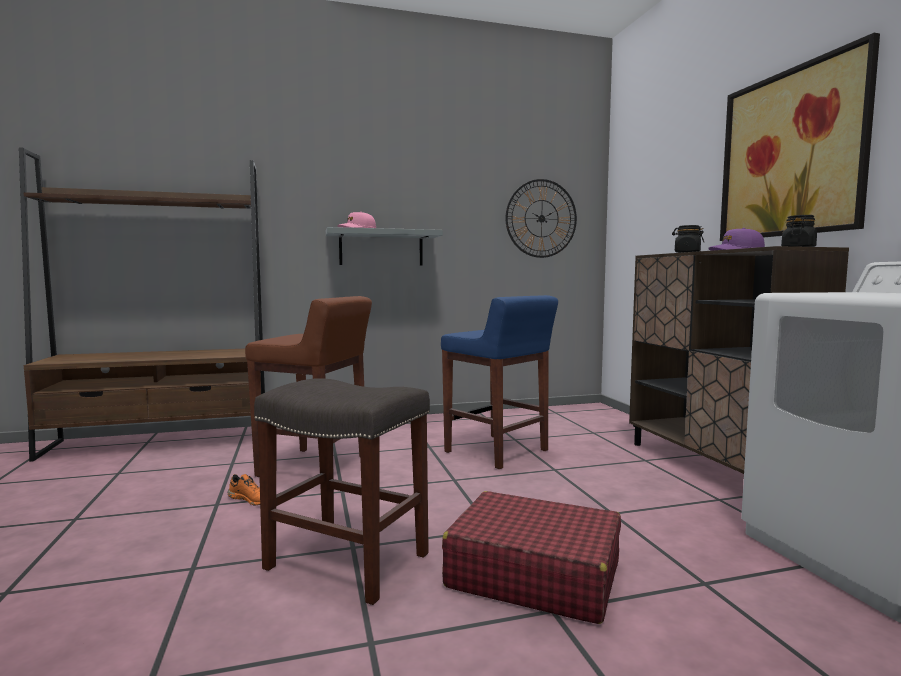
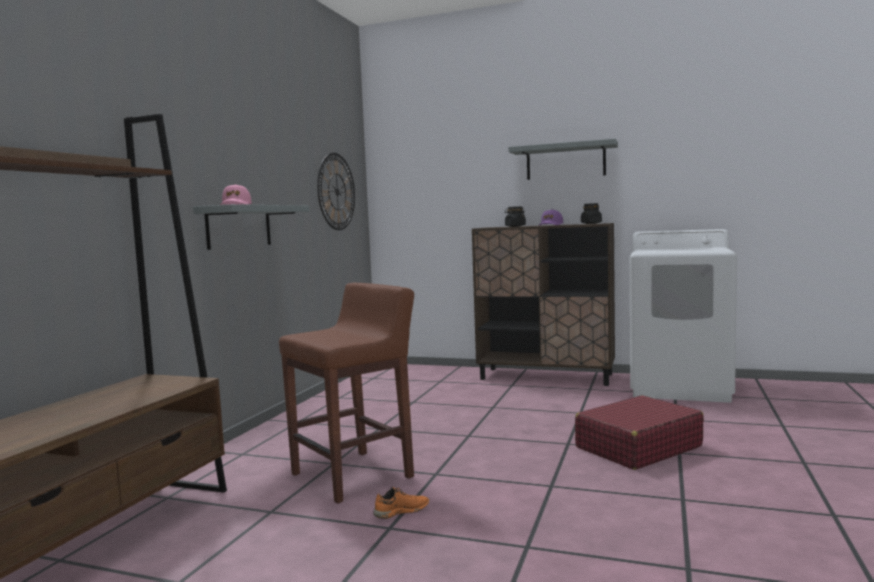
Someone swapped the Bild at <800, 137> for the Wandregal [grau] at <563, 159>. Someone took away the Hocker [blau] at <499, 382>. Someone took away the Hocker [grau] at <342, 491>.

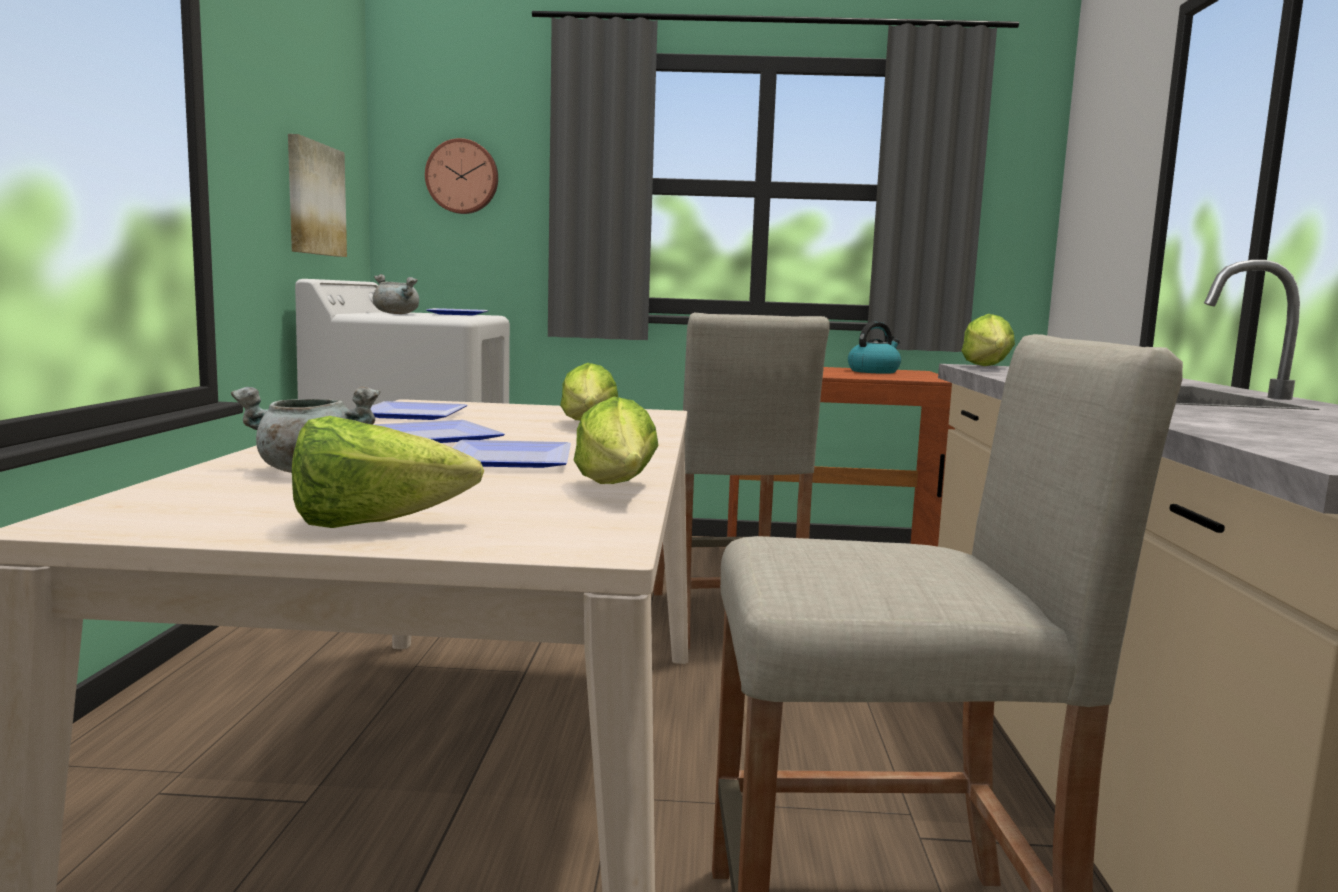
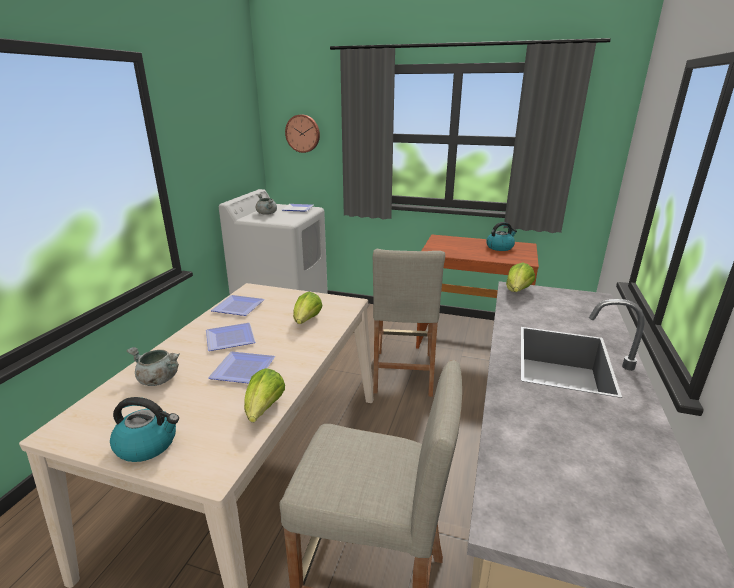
Someone took away the Bild at <317, 195>. Someone swapped the Salatkopf at <388, 472> for the Wasserkessel at <144, 429>.

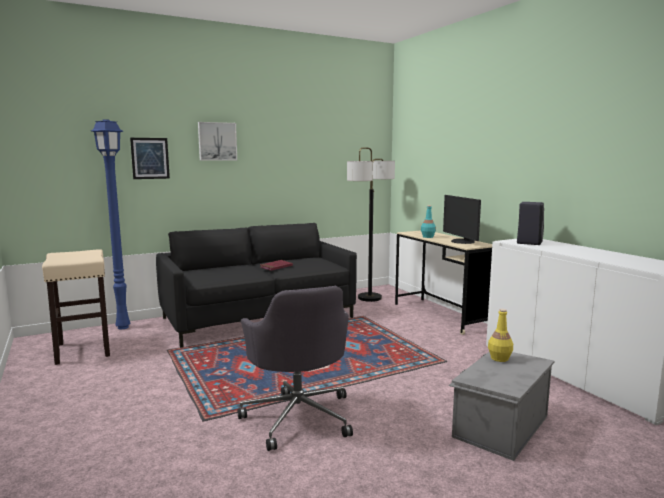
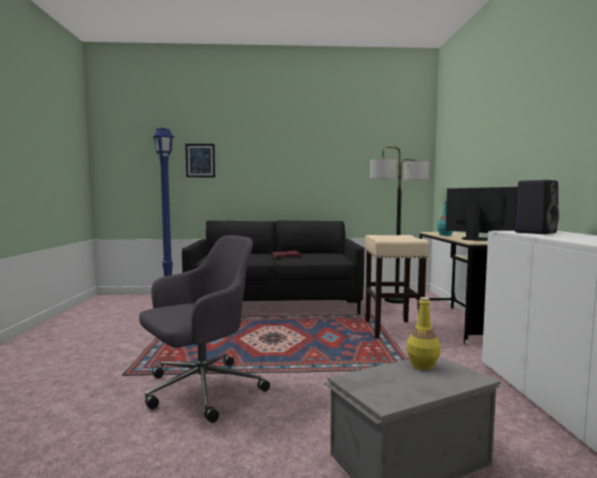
Someone took away the Bild at <217, 141>. Someone rotated the Monitor at <462, 219> by 135 degrees clockwise. Someone carried the Hocker [beige] from <76, 307> to <397, 287>. Someone rotated the Bürostuhl [grau] at <295, 368> by 135 degrees counterclockwise.

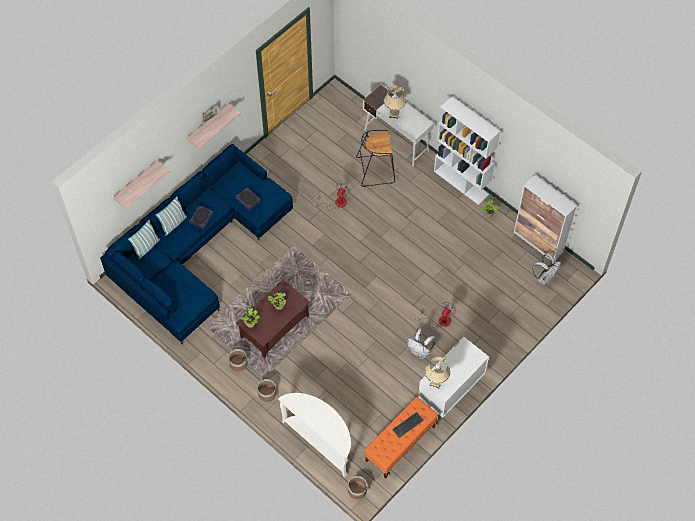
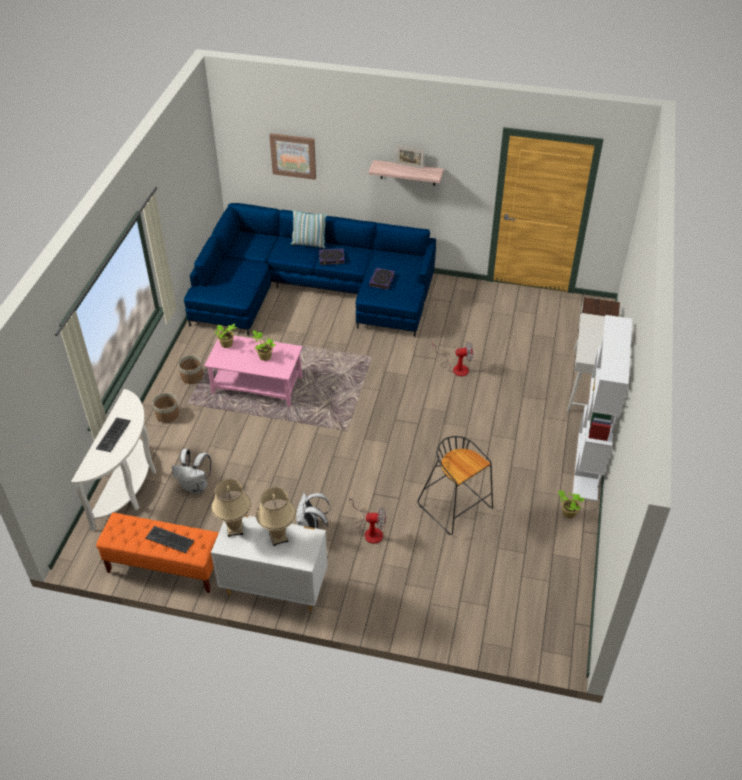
Someone carried the Tischlampe [beige] from <395, 102> to <276, 516>. Someone carried the Hocker [schwarz] from <375, 158> to <455, 485>. Someone swapped the Wandregal at <141, 184> for the Bild at <292, 156>. Someone took away the Schrank at <545, 217>. Someone took away the Kissen at <144, 240>. Someone carried the Rucksack [weiß] from <546, 269> to <191, 471>. Someone repainted the Couchtisch [braun] at <273, 319>, which became the Couchtisch [rosa] at <253, 371>. Someone took away the Pflanzkübel at <357, 487>. Someone put down the Tastatur at <113, 434>.

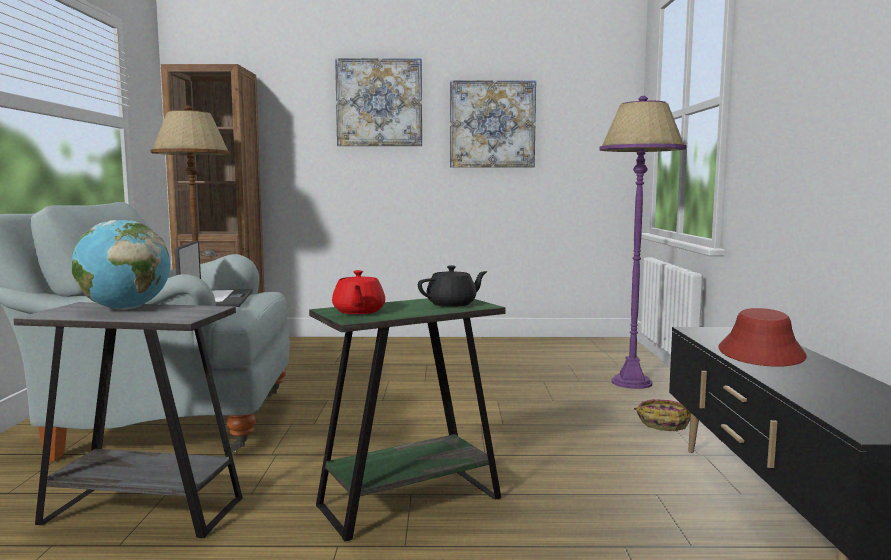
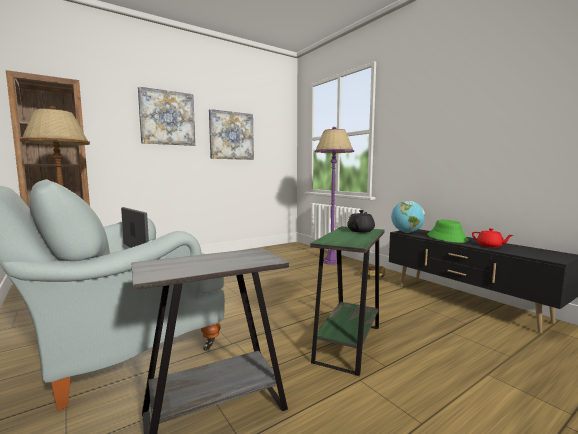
Someone carried the Globus from <121, 265> to <408, 217>. Someone carried the Teekanne [rot] from <358, 292> to <492, 238>. Someone repainted the Hut [rot] at <762, 337>, which became the Hut [grün] at <448, 231>.

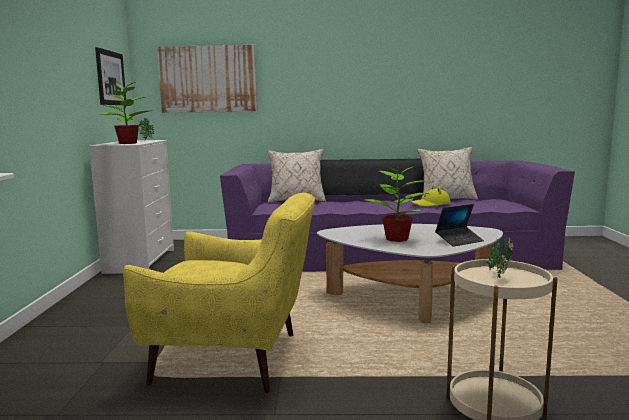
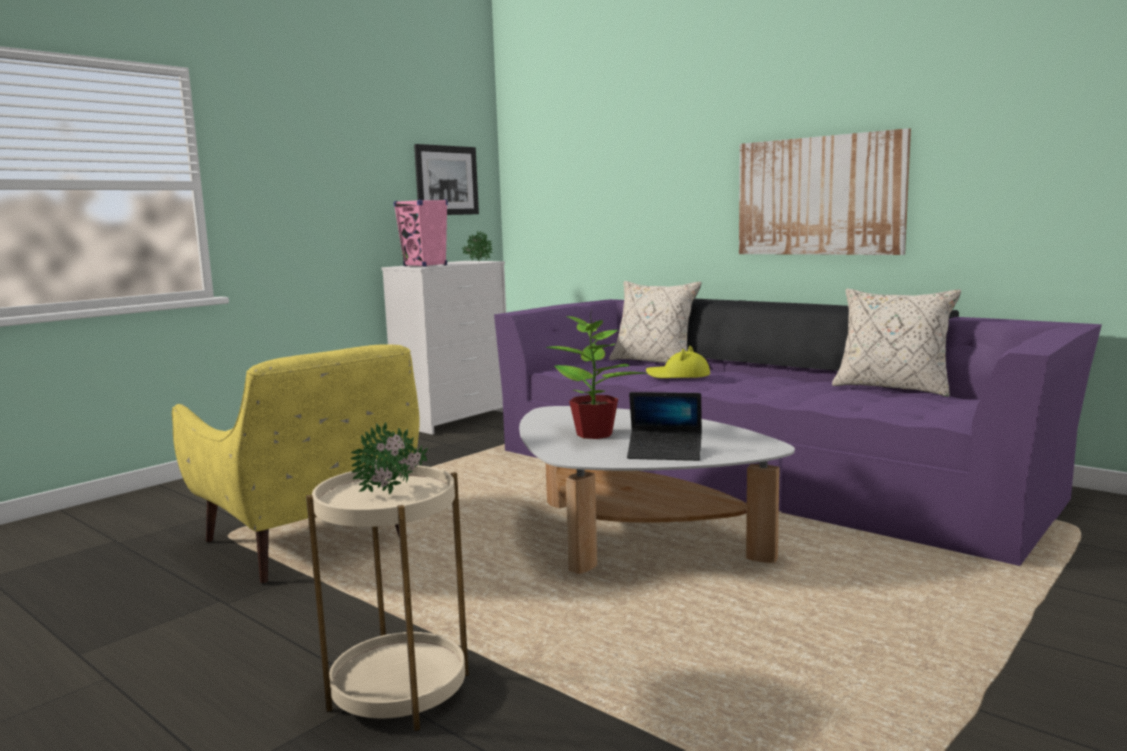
Someone carried the Bild from <207, 79> to <825, 191>. Someone swapped the Topfpflanze at <124, 112> for the Lautsprecher [rosa] at <421, 233>. Someone carried the Hut [gelb] from <431, 196> to <678, 362>.

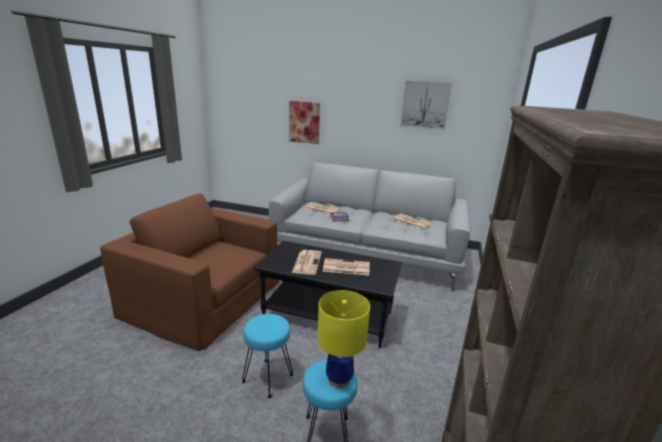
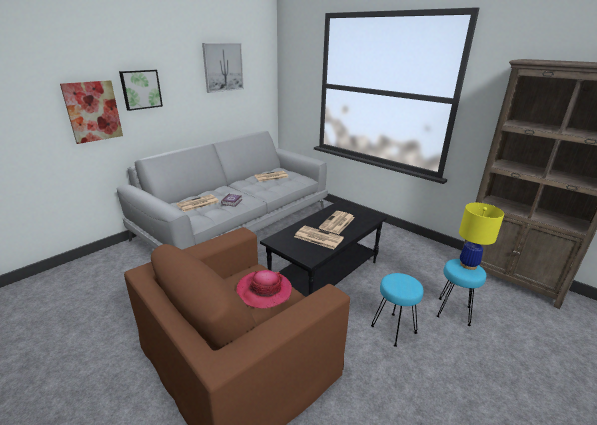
Someone put up the Bild at <141, 90>. Someone put down the Hut at <264, 289>.

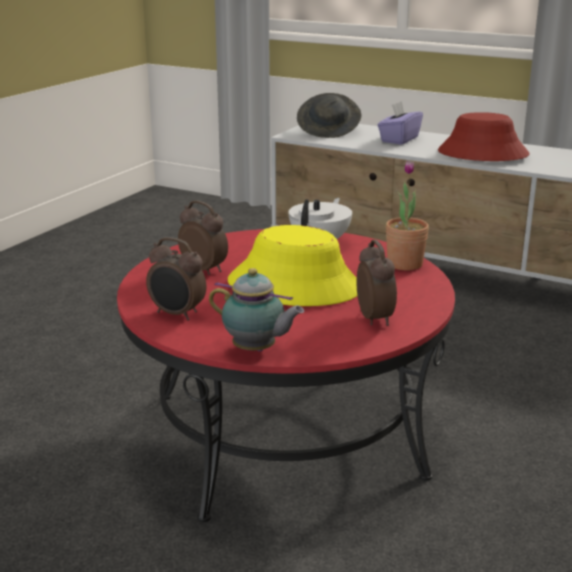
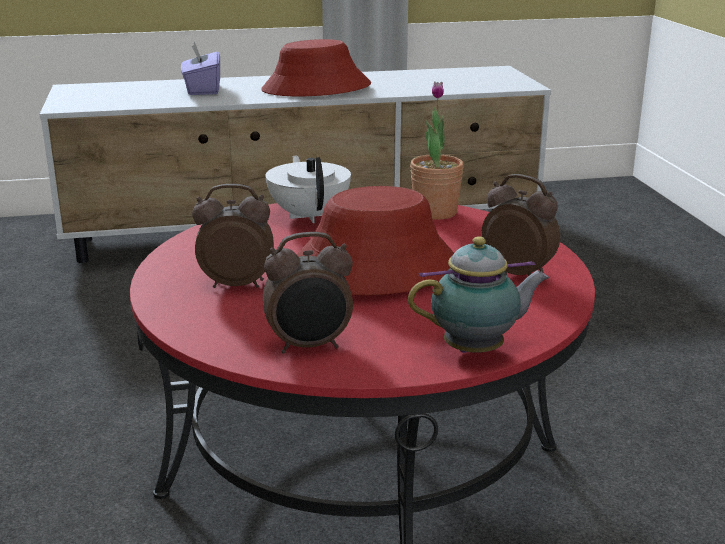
Someone took away the Hut [grau] at <329, 115>. Someone repainted the Hut [gelb] at <292, 265>, which became the Hut [rot] at <375, 240>.

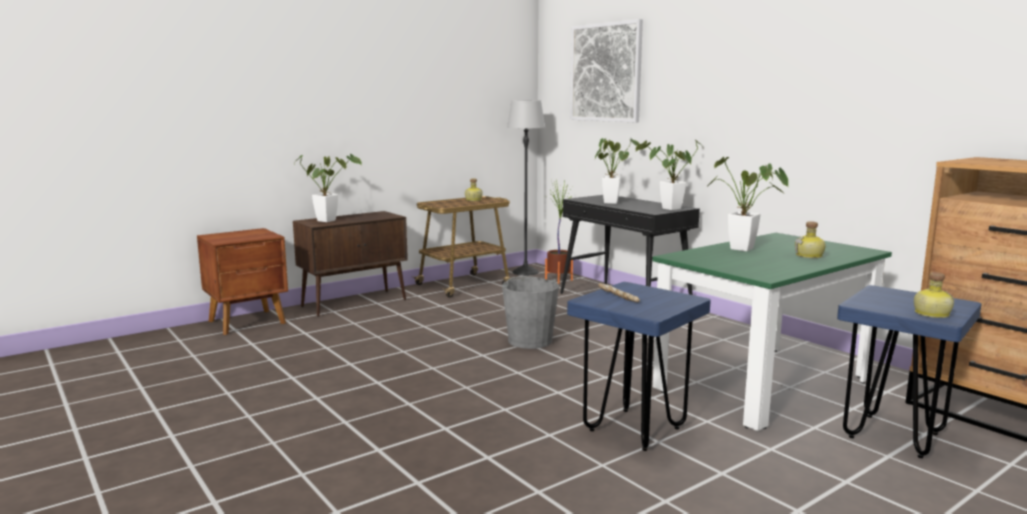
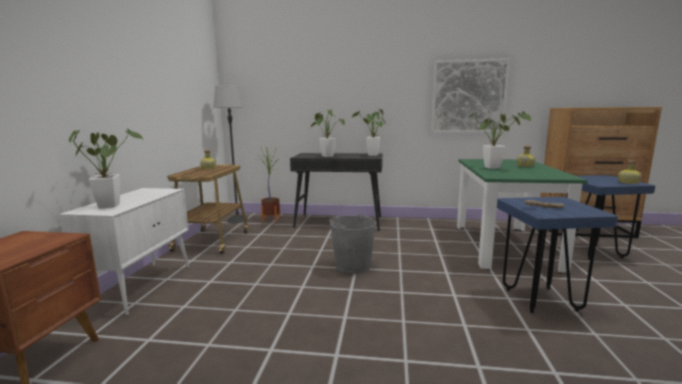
Someone carried the Bild from <606, 70> to <470, 95>. Someone repainted the Schrank [braun] at <350, 264>, which became the Schrank [weiß] at <124, 252>.

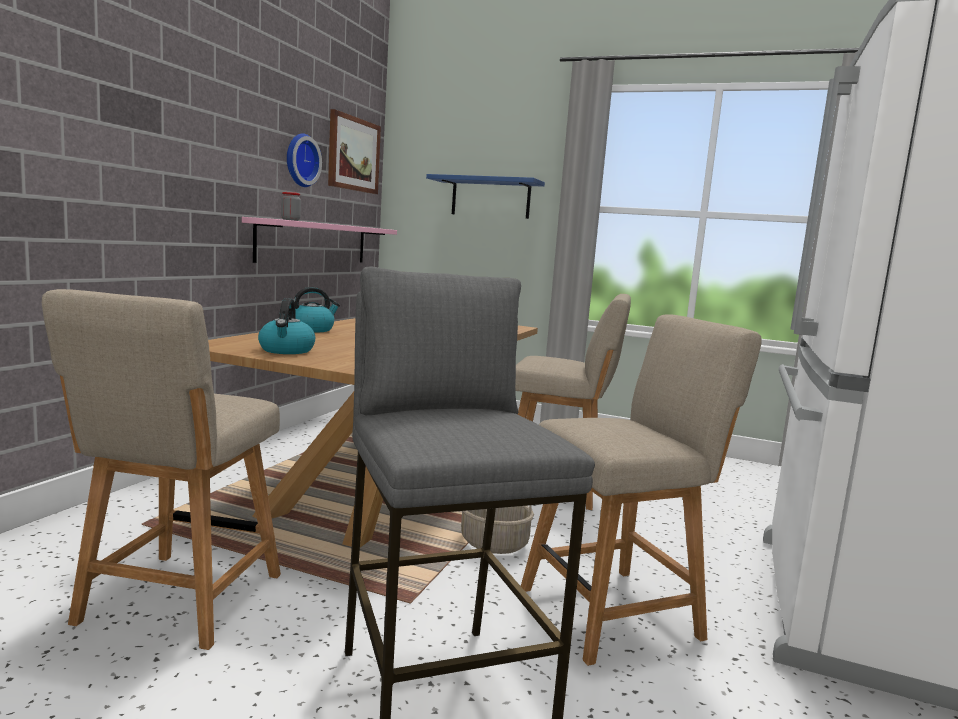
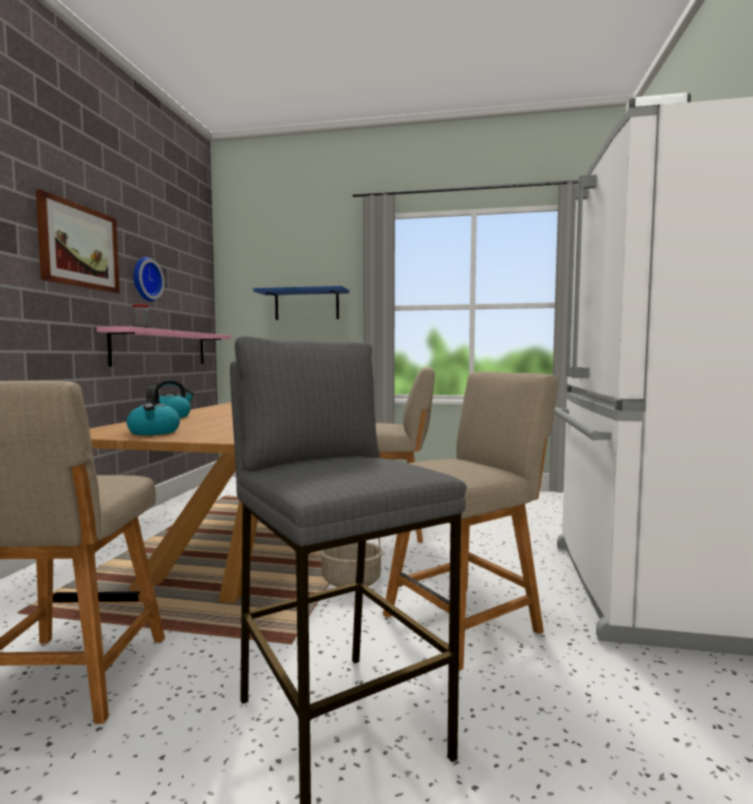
Someone carried the Bild from <354, 151> to <78, 241>.

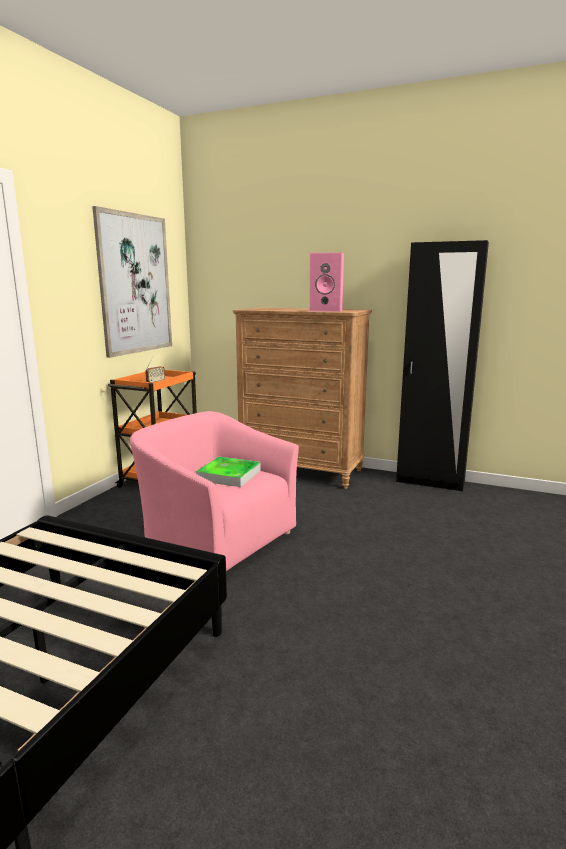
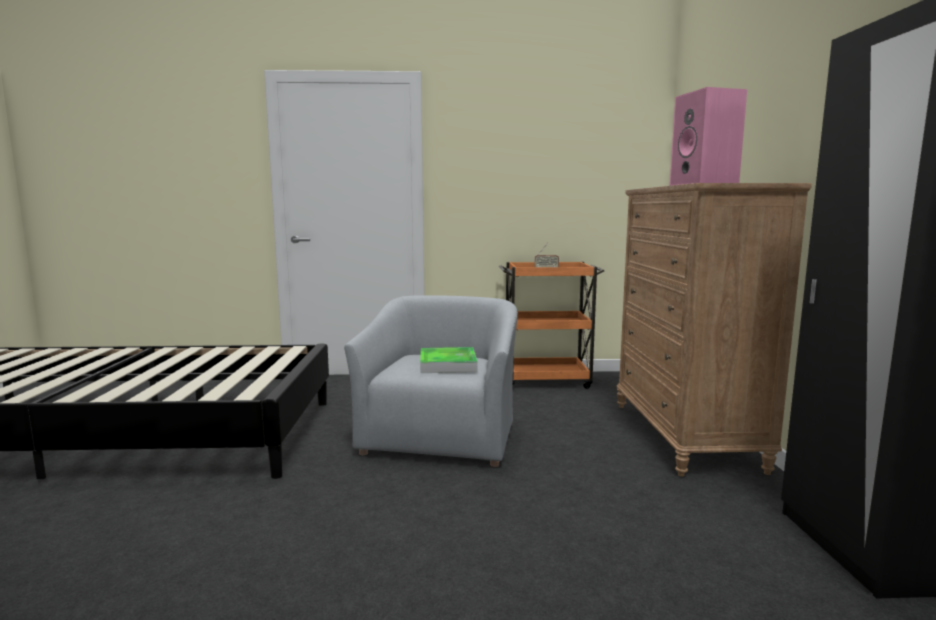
Someone took away the Bild at <132, 282>. Someone repainted the Sessel [rosa] at <214, 491>, which became the Sessel [grau] at <431, 381>.

